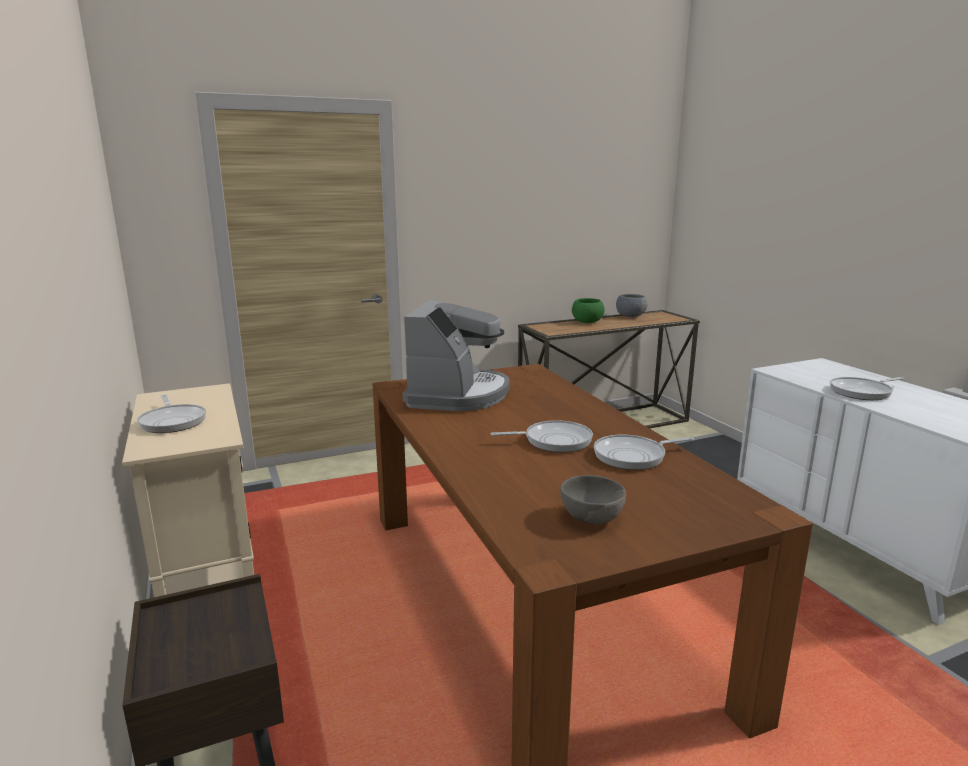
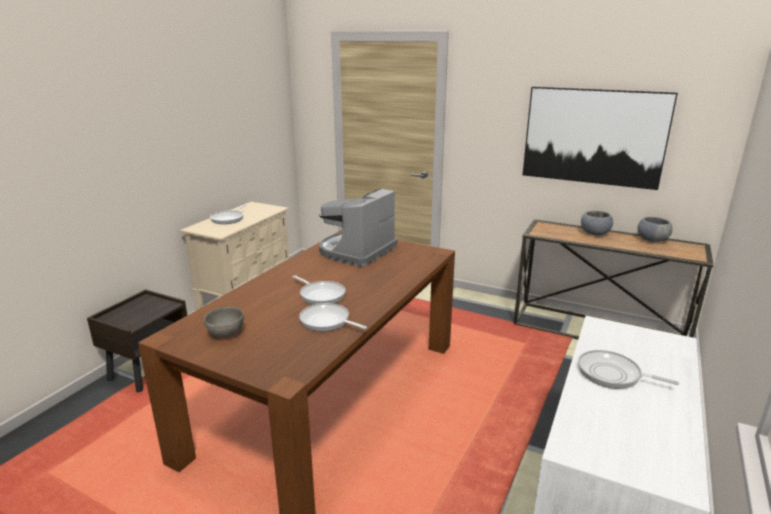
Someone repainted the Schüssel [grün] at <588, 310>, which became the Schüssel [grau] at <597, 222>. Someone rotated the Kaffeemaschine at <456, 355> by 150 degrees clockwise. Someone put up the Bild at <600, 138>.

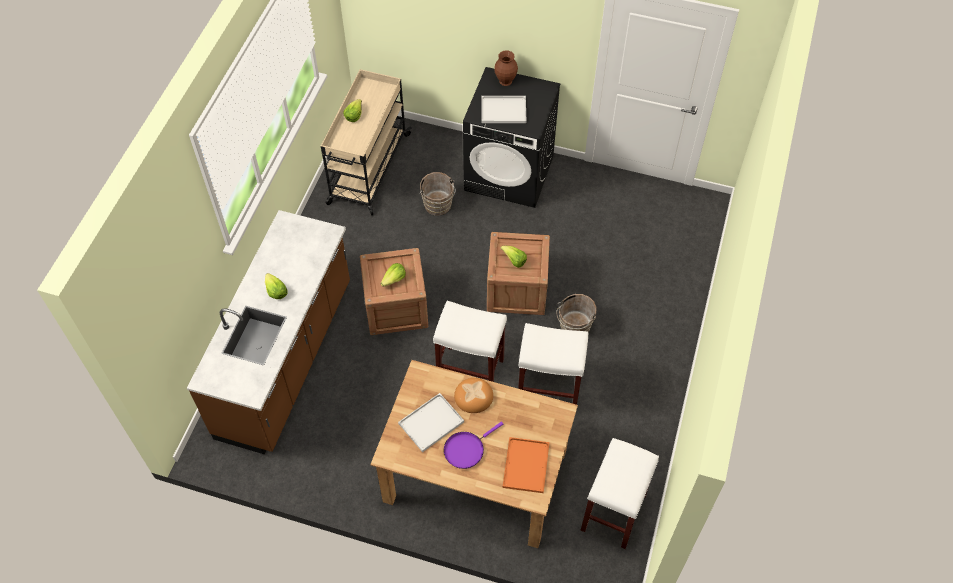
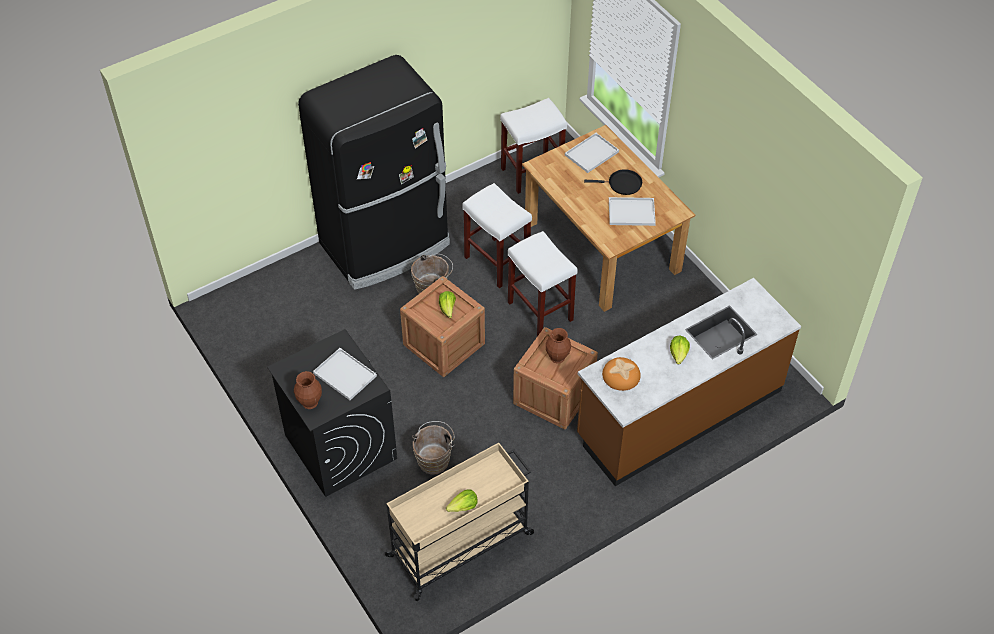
Someone swapped the Salatkopf at <393, 275> for the Vase [braun] at <558, 346>. Someone carried the Brot from <473, 395> to <621, 374>. Someone repainted the Pfanne [lila] at <473, 445>, which became the Pfanne [schwarz] at <613, 182>. Someone repainted the Tablett [orange] at <526, 465>, which became the Tablett [weiß] at <592, 153>. Someone put down the Kühlschrank [schwarz] at <374, 172>.

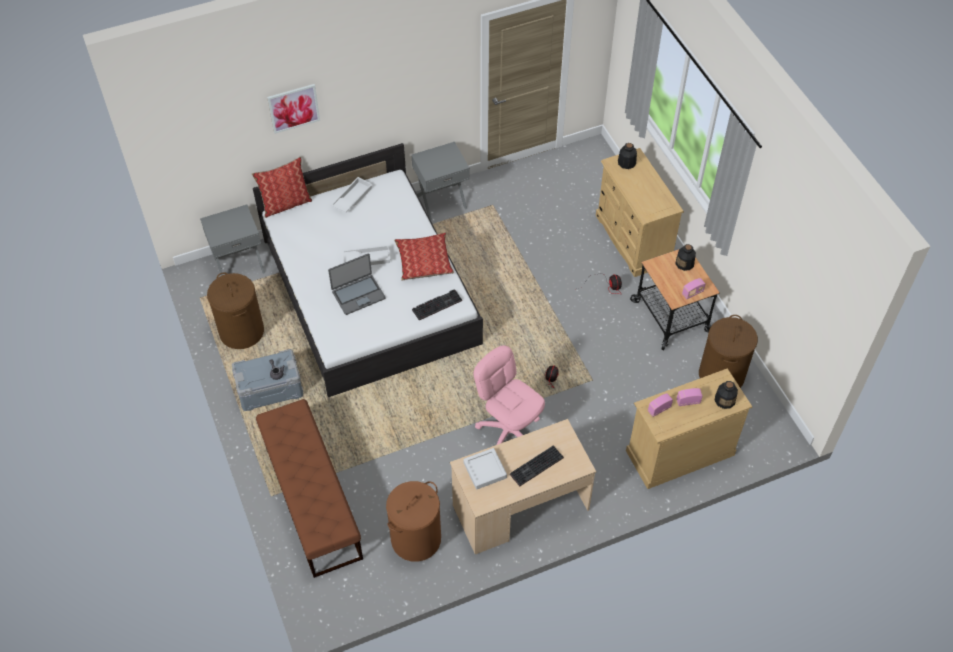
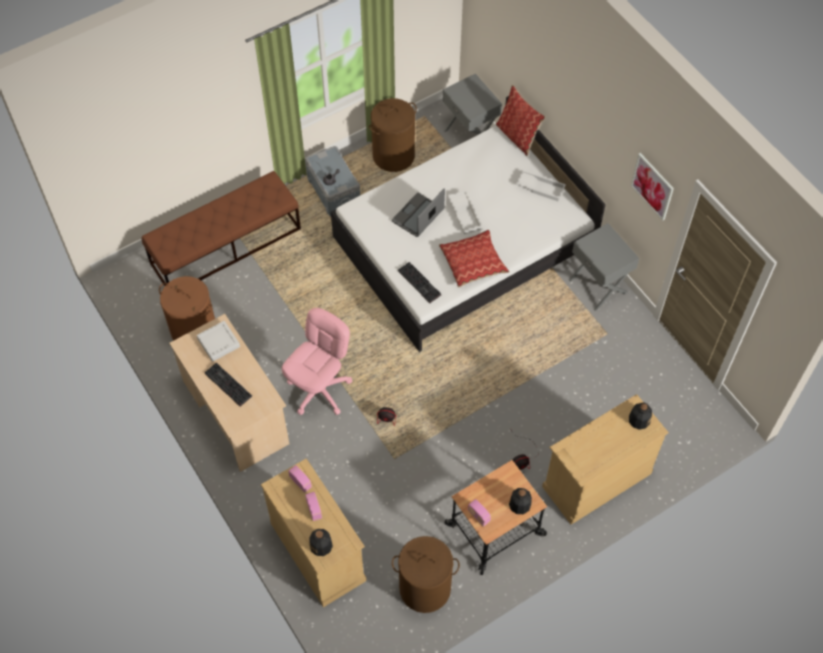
Someone carried the Bild from <293, 109> to <652, 187>. Someone rotated the Laptop at <356, 284> by 75 degrees clockwise.

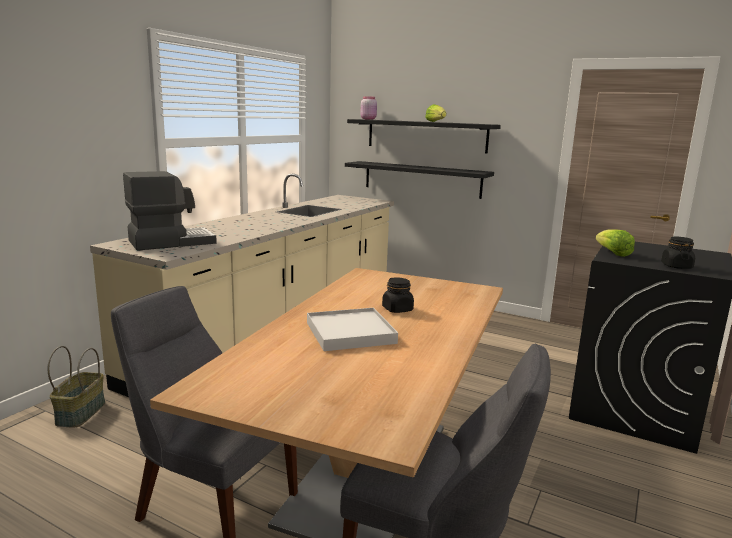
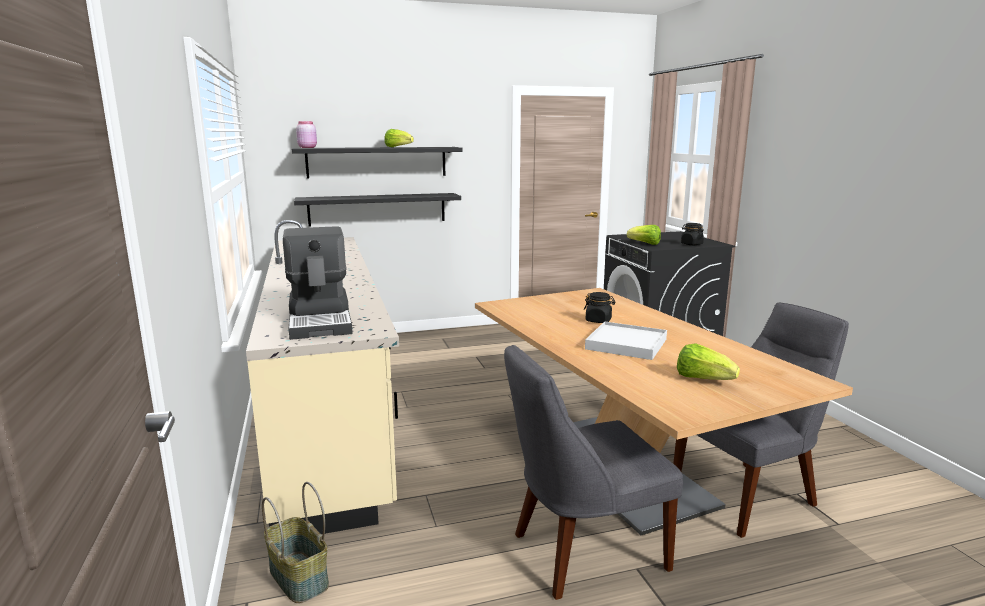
Someone rotated the Kaffeemaschine at <170, 211> by 150 degrees clockwise. Someone put down the Salatkopf at <708, 361>.

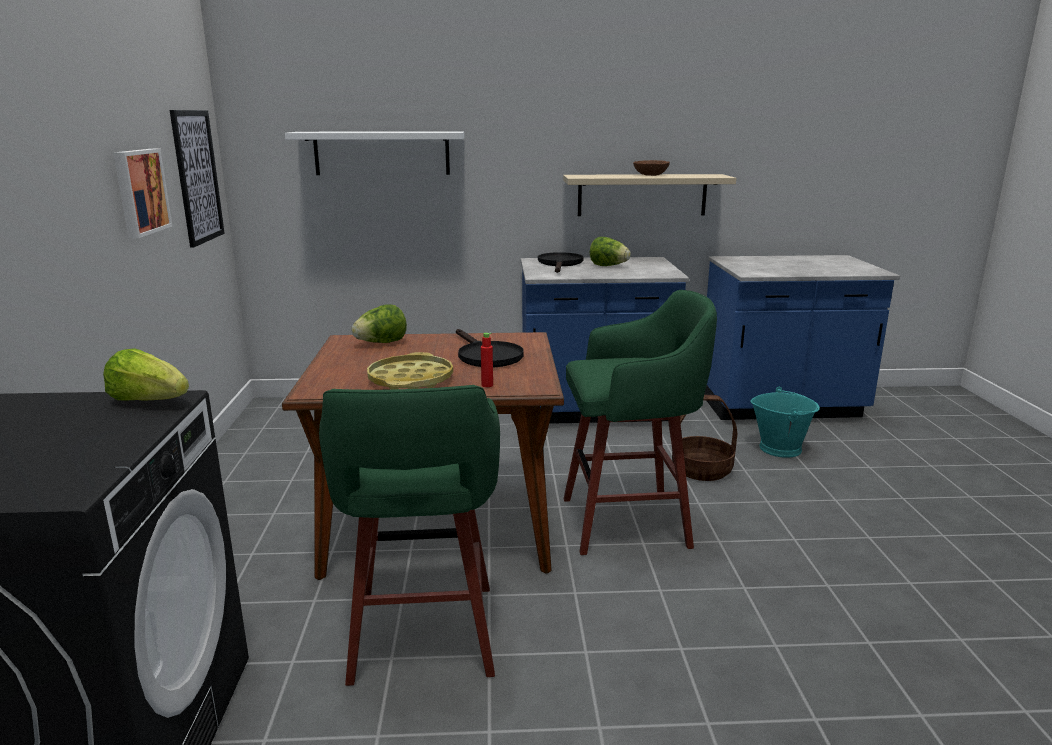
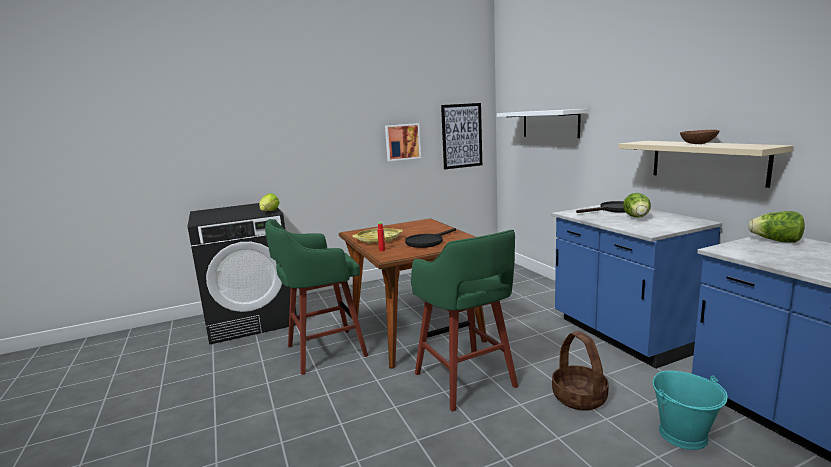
Someone carried the Salatkopf from <379, 323> to <776, 227>.

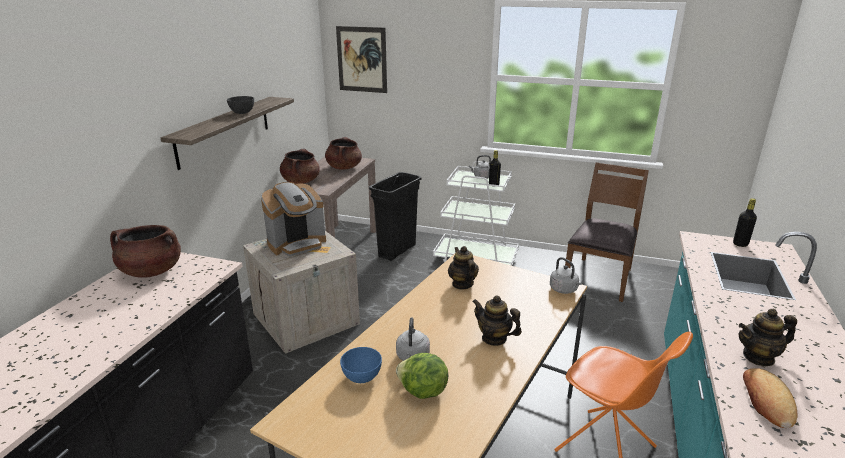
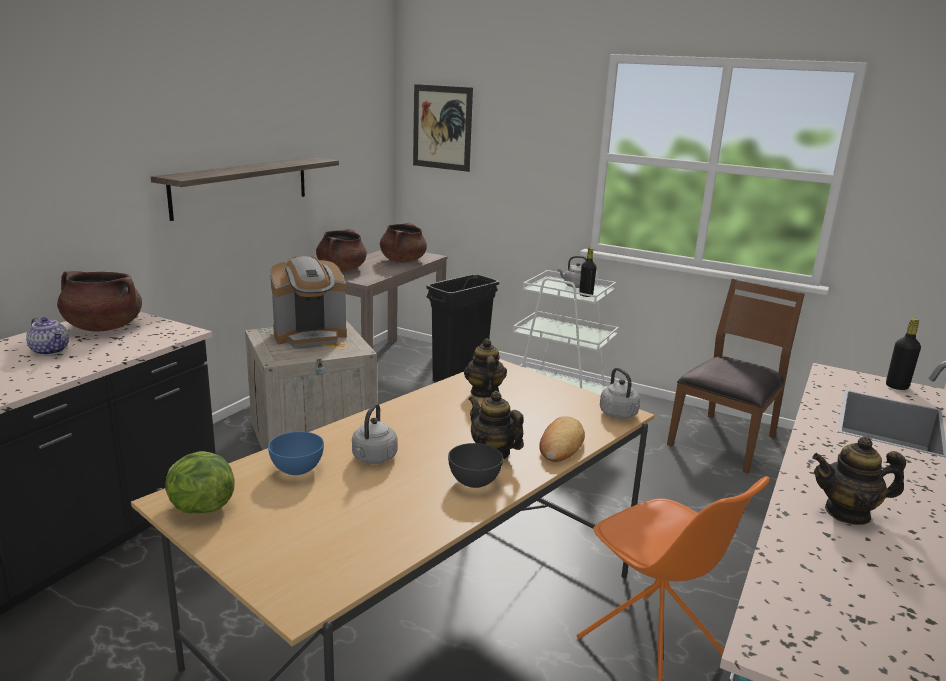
Someone carried the Schüssel [grau] from <240, 105> to <475, 465>. Someone carried the Salatkopf from <422, 376> to <200, 482>. Someone carried the Brot from <770, 398> to <562, 439>. Someone put down the Teekanne at <47, 336>.

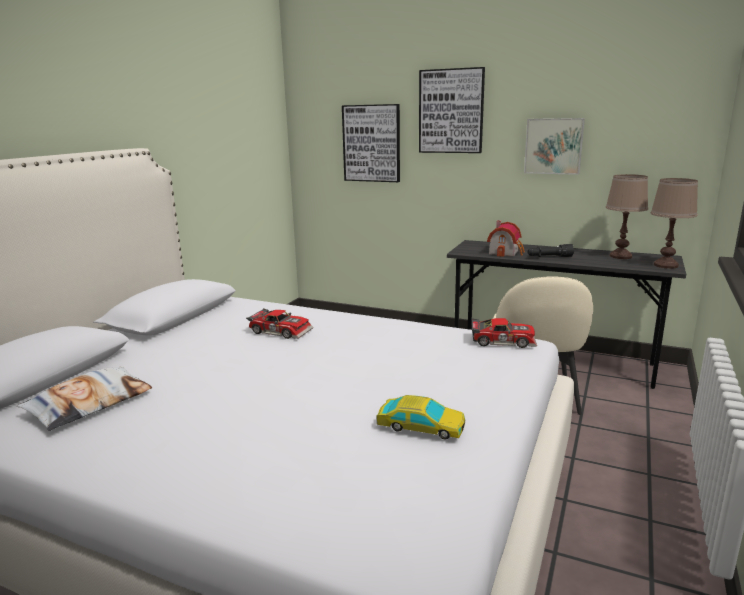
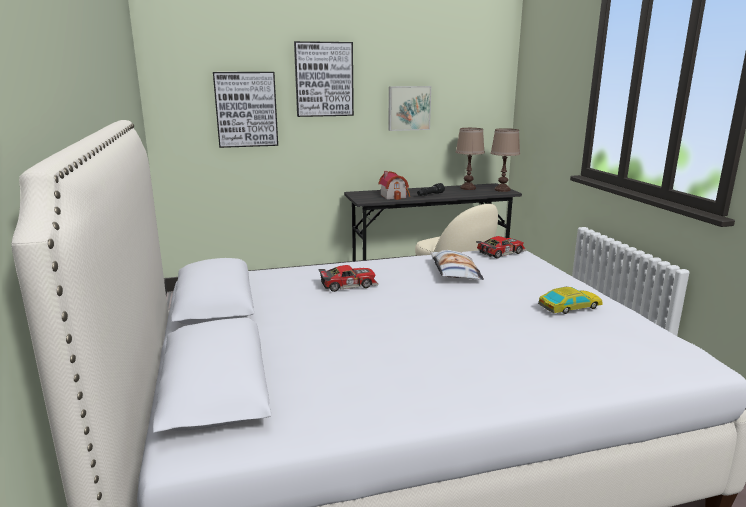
Someone carried the Kissen from <84, 398> to <457, 265>.

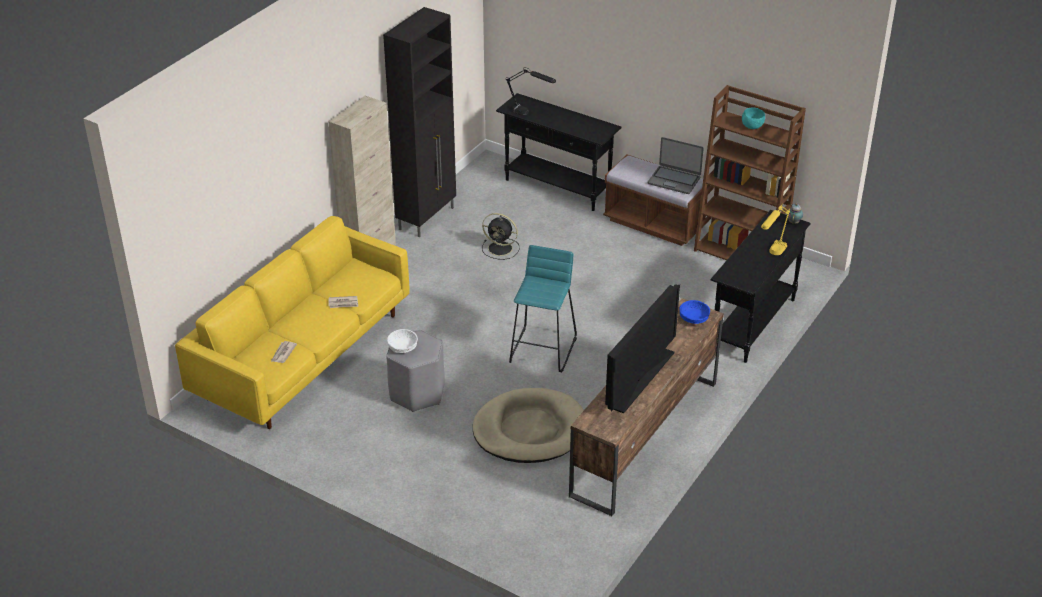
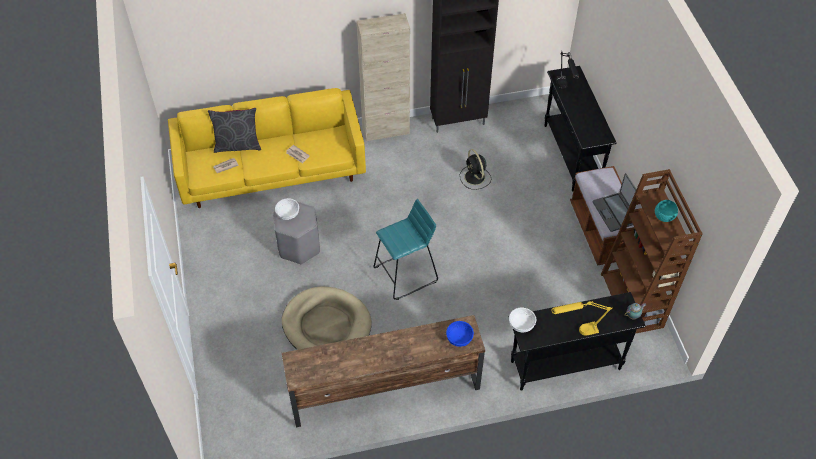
Someone took away the Fernseher at <642, 348>. Someone put down the Kissen [grau] at <234, 130>. Someone put down the Schüssel [weiß] at <522, 320>.

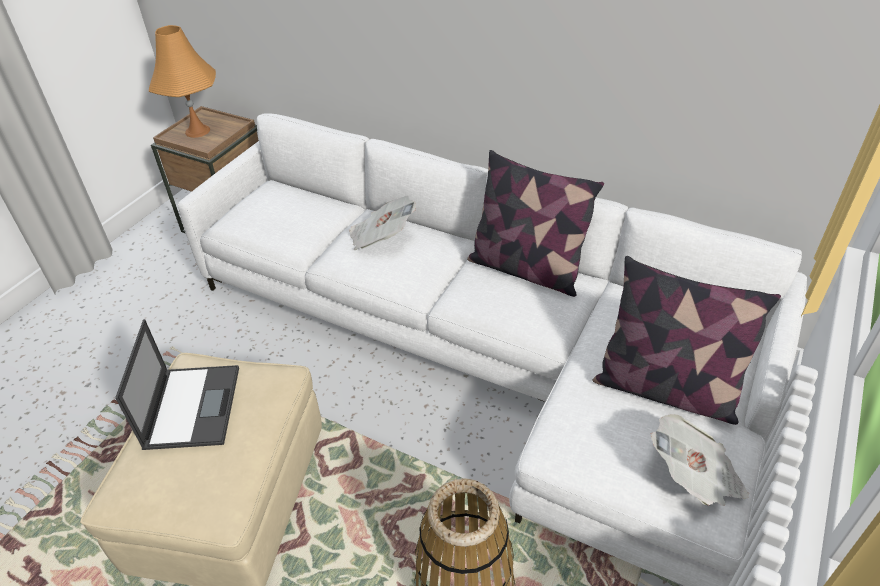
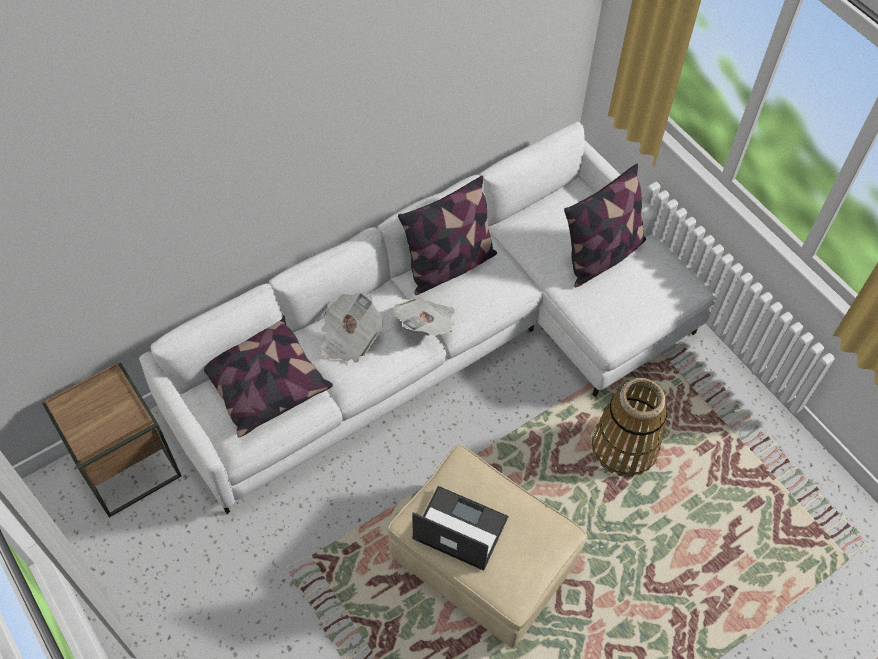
Someone took away the Tischlampe [orange] at <182, 81>. Someone carried the Zeitung from <700, 460> to <424, 316>. Someone put down the Kissen at <268, 376>.

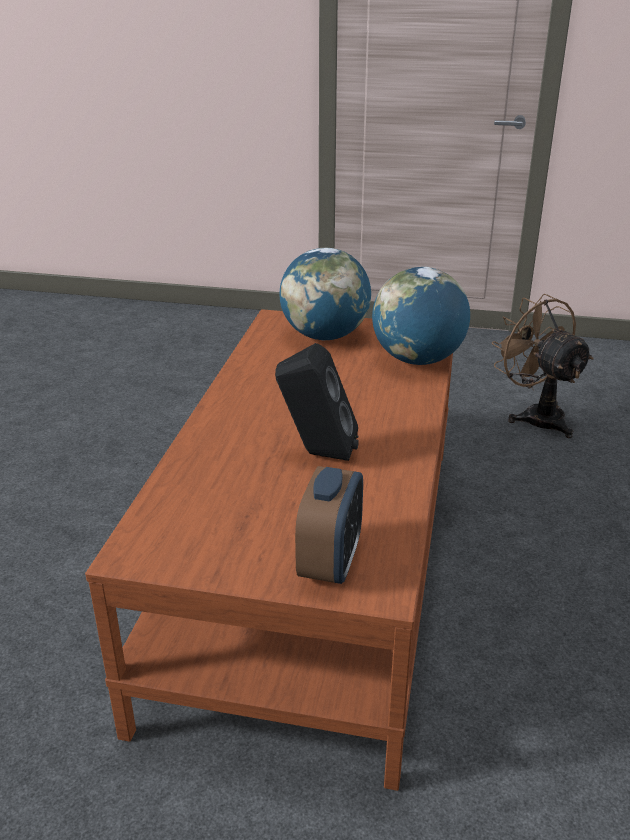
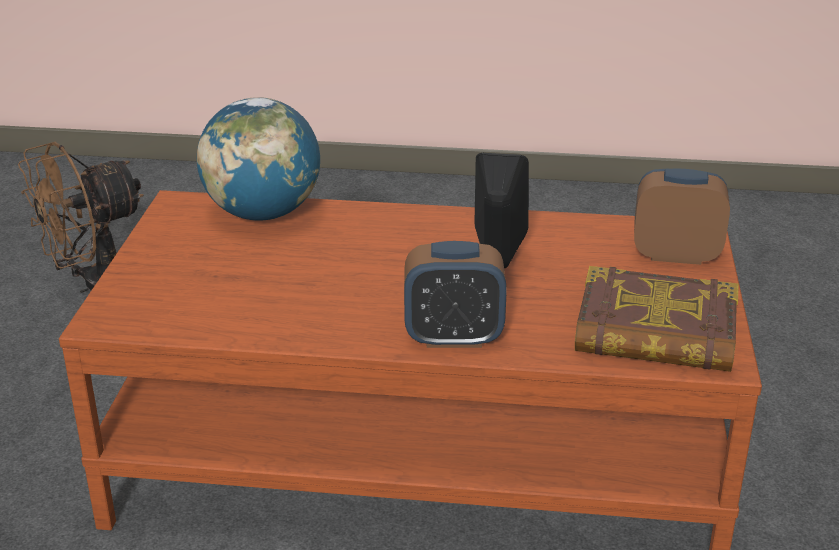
Someone took away the Globus at <325, 294>. Someone put down the Wecker at <455, 294>. Someone put down the Buch at <657, 319>.

